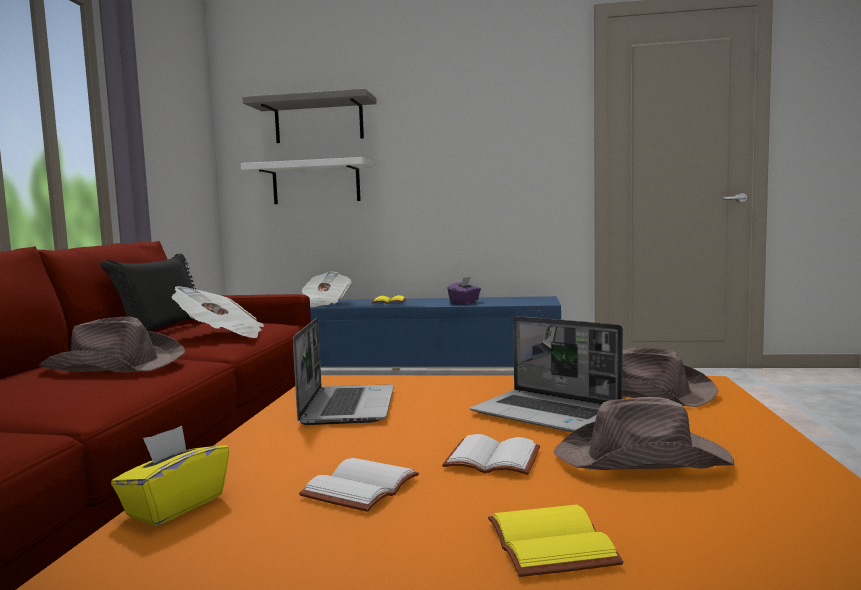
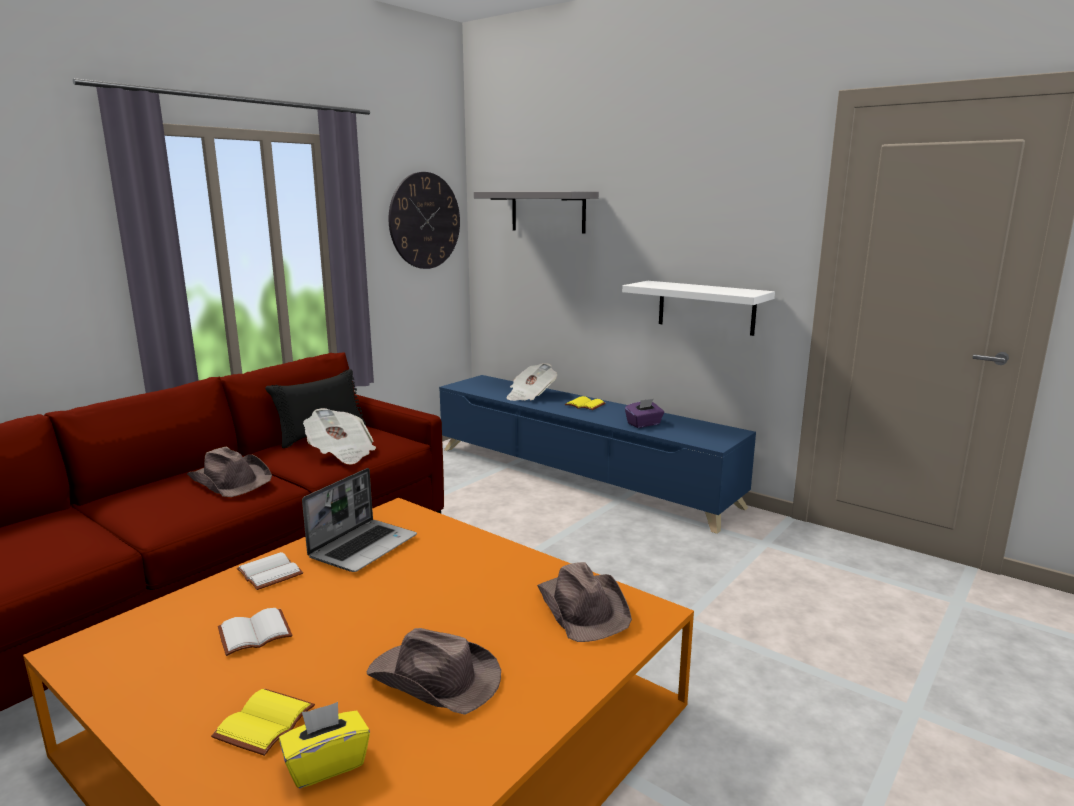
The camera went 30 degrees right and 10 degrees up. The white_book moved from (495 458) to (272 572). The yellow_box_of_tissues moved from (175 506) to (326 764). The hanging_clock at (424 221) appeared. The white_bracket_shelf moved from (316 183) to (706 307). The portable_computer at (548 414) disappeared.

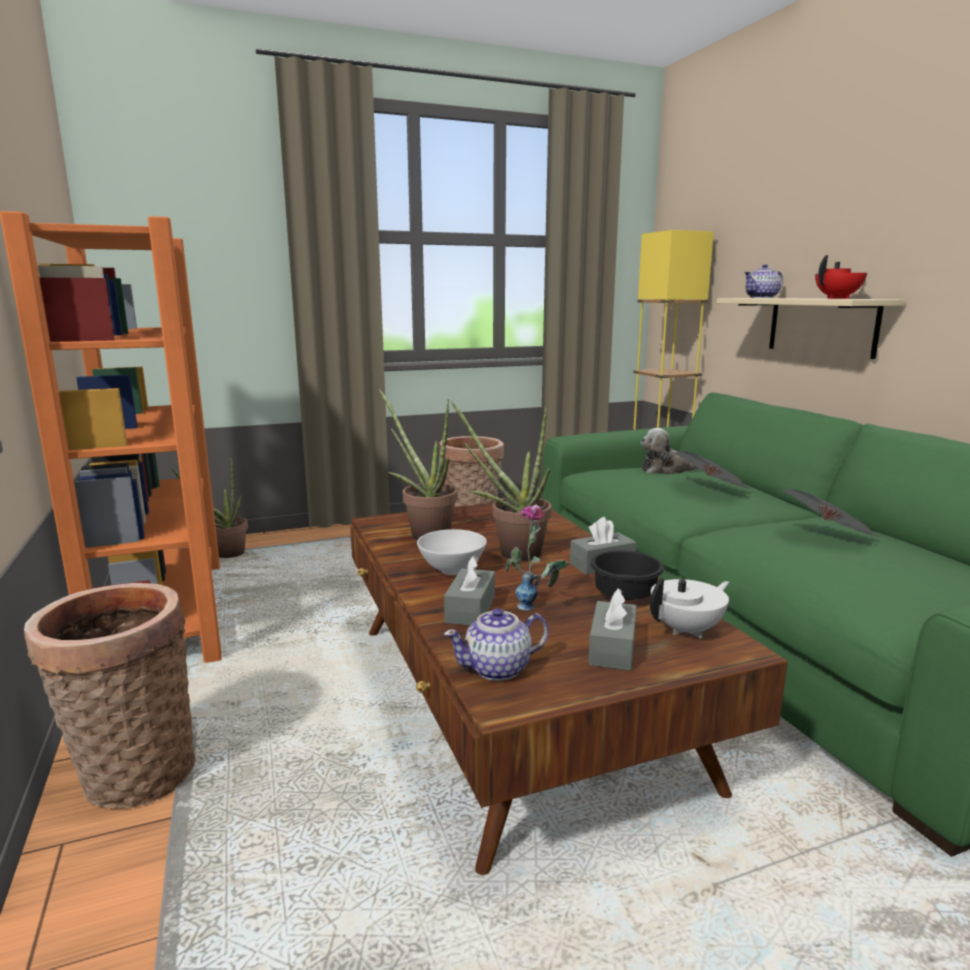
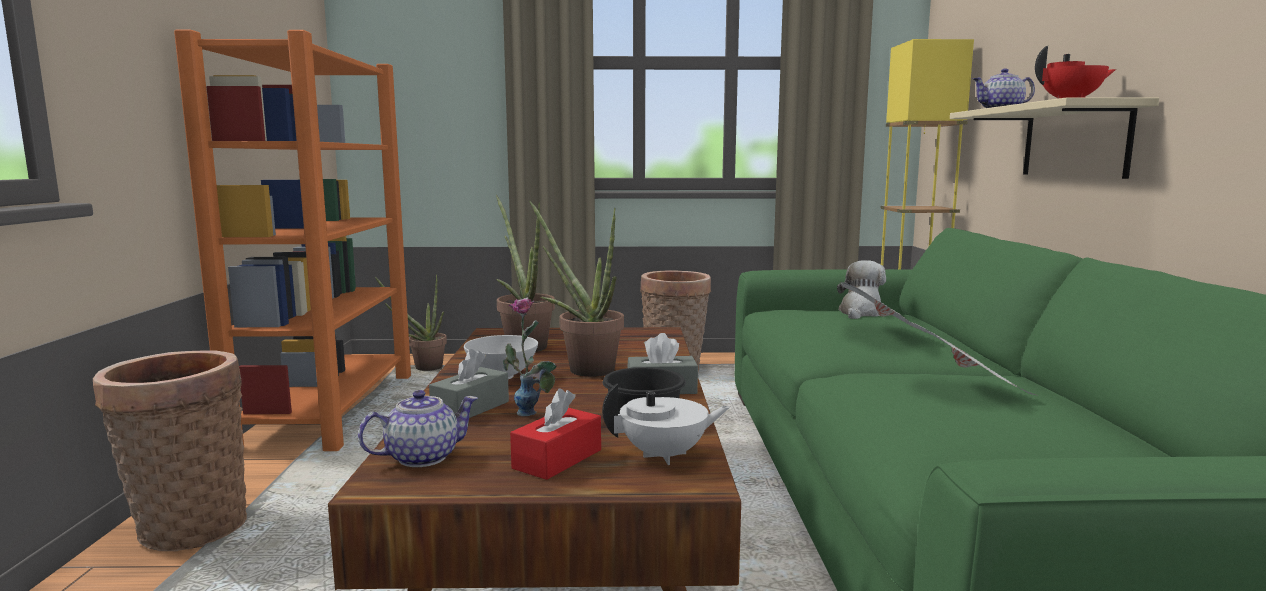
The camera went 20 degrees right and 5 degrees down. The pot_for_tea at (498 669) turned 150 degrees clockwise. The gray_box_of_tissues at (612 649) became the red-coloured_box_of_tissues at (557 459). The plush_toy at (666 470) turned 105 degrees clockwise.

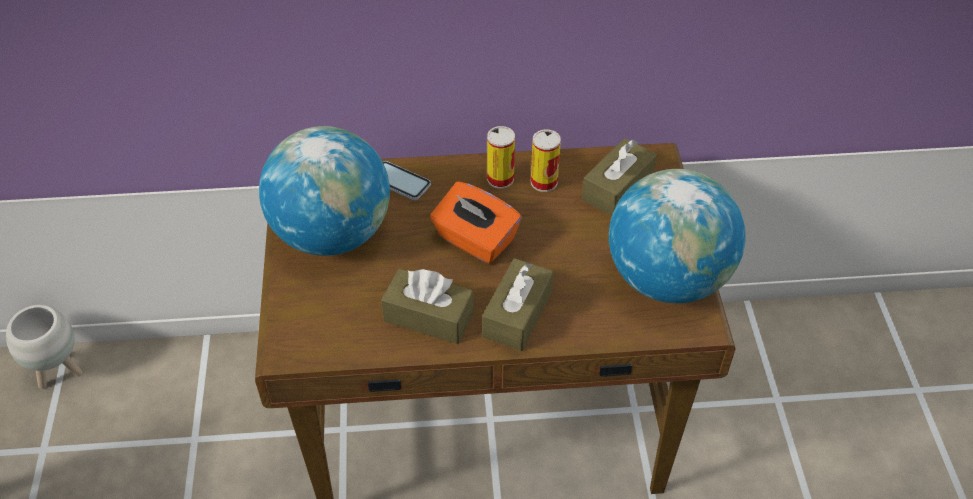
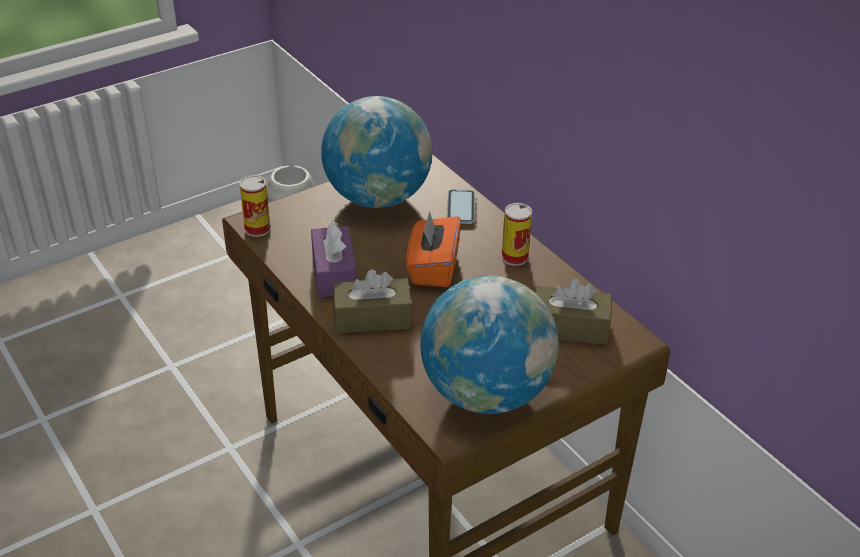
The camera went 60 degrees right and 10 degrees down. The metal_can moved from (544 182) to (257 229). The brownish_box_of_tissues at (428 317) became the purplish_box_of_tissues at (334 273).

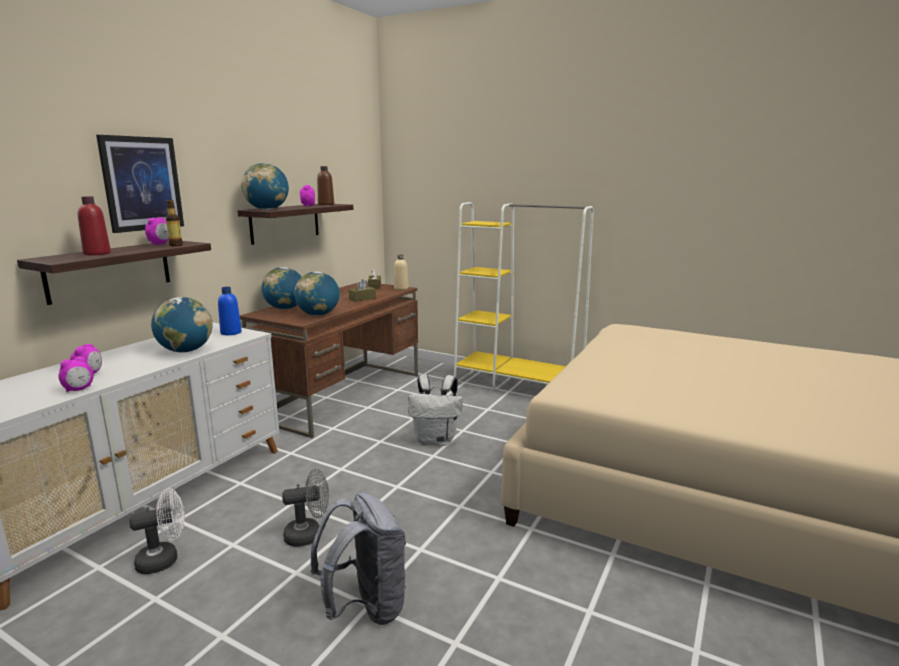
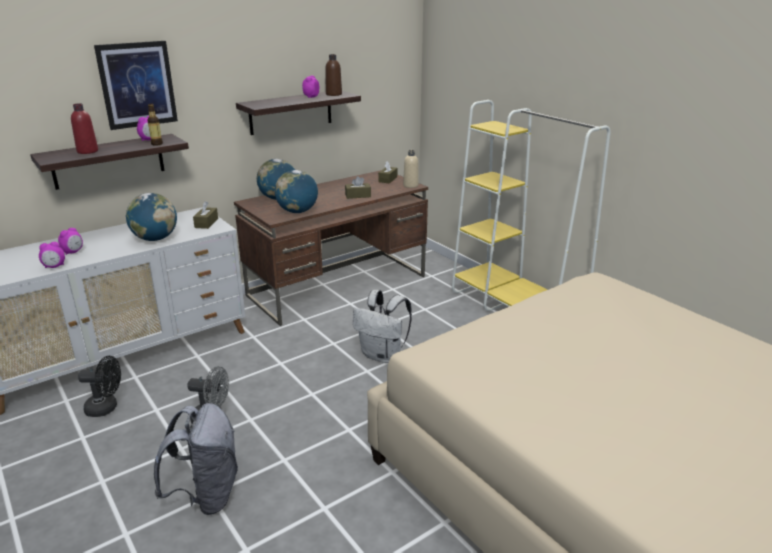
The camera went 25 degrees right and 10 degrees up. The white_cooling_fan at (164 559) became the black_cooling_fan at (106 408). The blue-coloured_beverage_bottle at (231 332) was replaced by the brownish_box_of_tissues at (206 223). The globe at (267 209) disappeared.

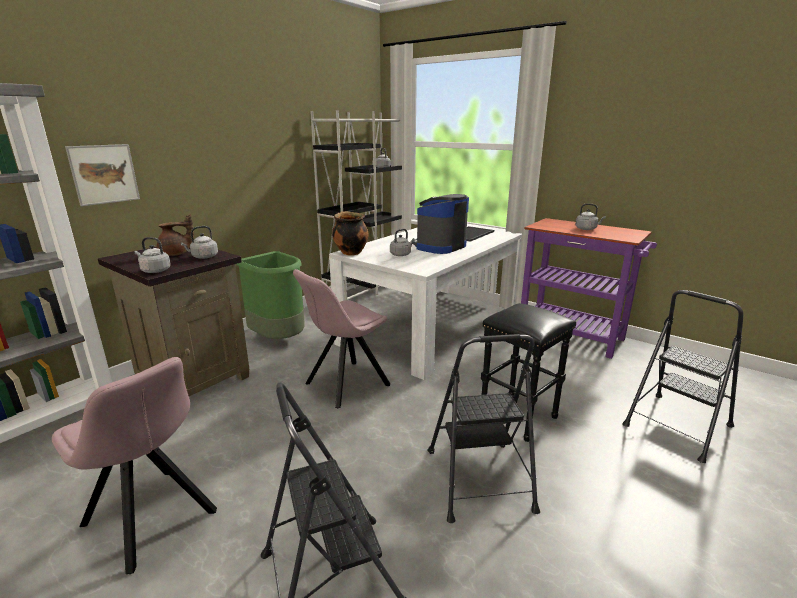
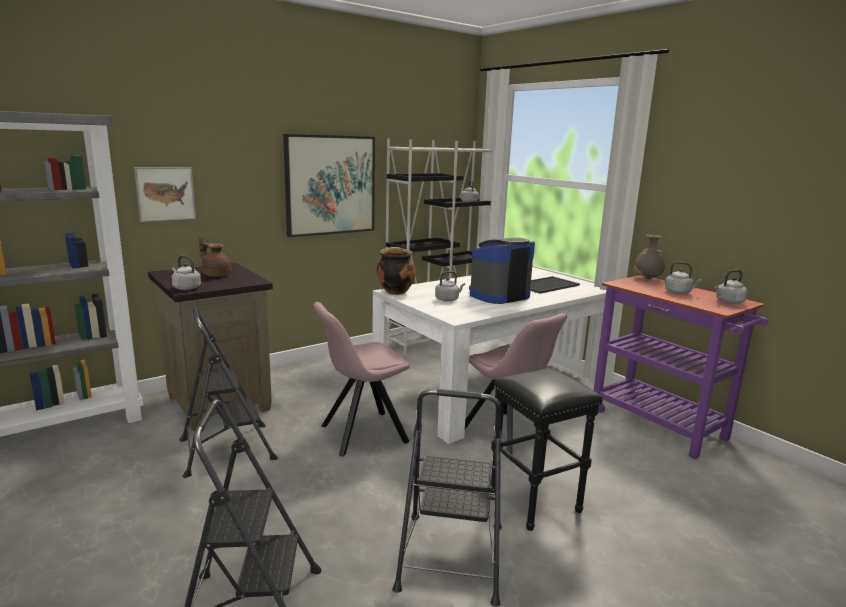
The camera went 15 degrees right and 5 degrees down. The black_step_ladder moved from (676 426) to (224 449). The brownish_pot_for_tea at (176 254) turned 135 degrees counterclockwise. The wall_picture at (330 185) appeared. The pinkish_plain_chair moved from (151 518) to (506 434). The gray_flower_vase at (647 279) appeared. The gray_water_kettle moved from (203 257) to (728 302). The green-coloured_rubbish_bin at (279 339) disappeared.

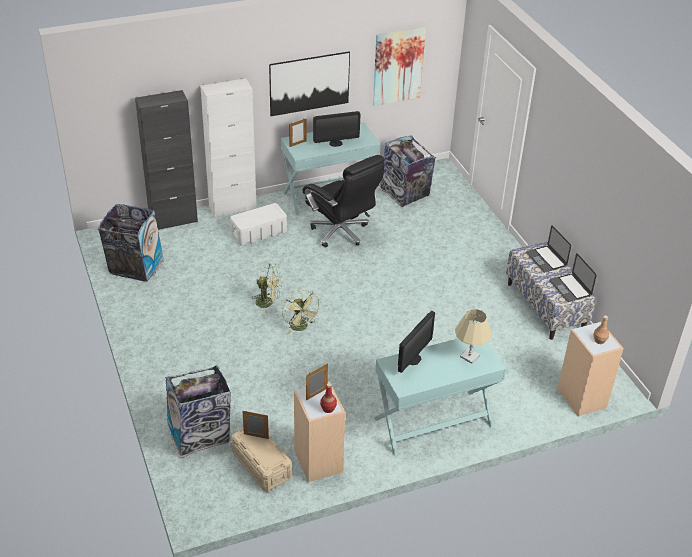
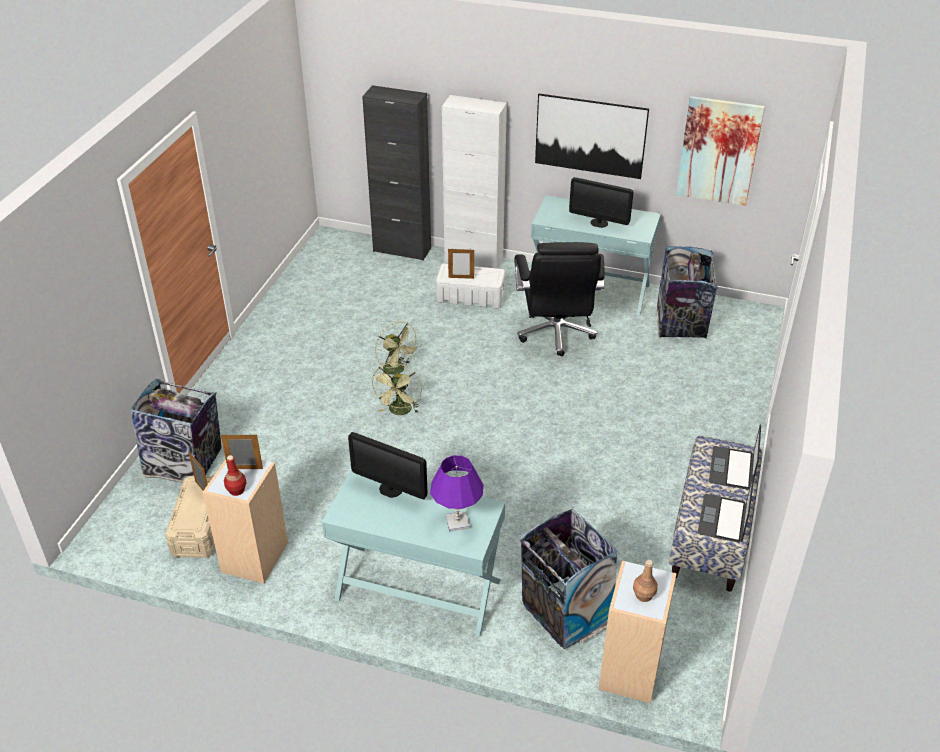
The camera went 40 degrees right and 0 degrees up. The computer_screen at (413 359) turned 45 degrees clockwise. The sand-coloured_lamp_for_a_table at (469 356) became the purplish_lamp_for_a_table at (457 522). The standing_frame moved from (297 144) to (461 278). The rubbish_bin moved from (135 267) to (565 611).

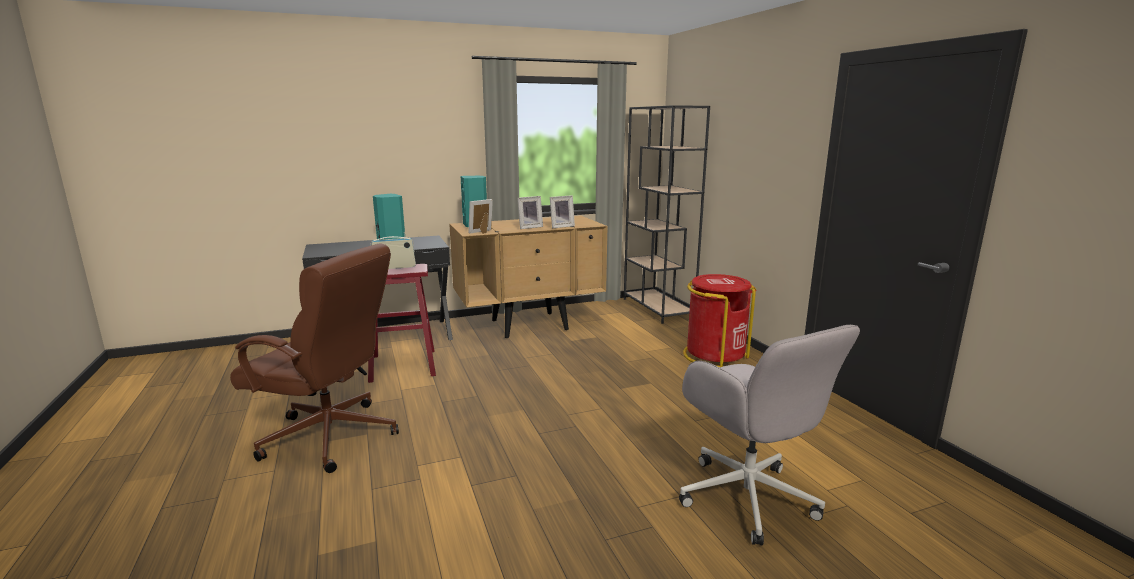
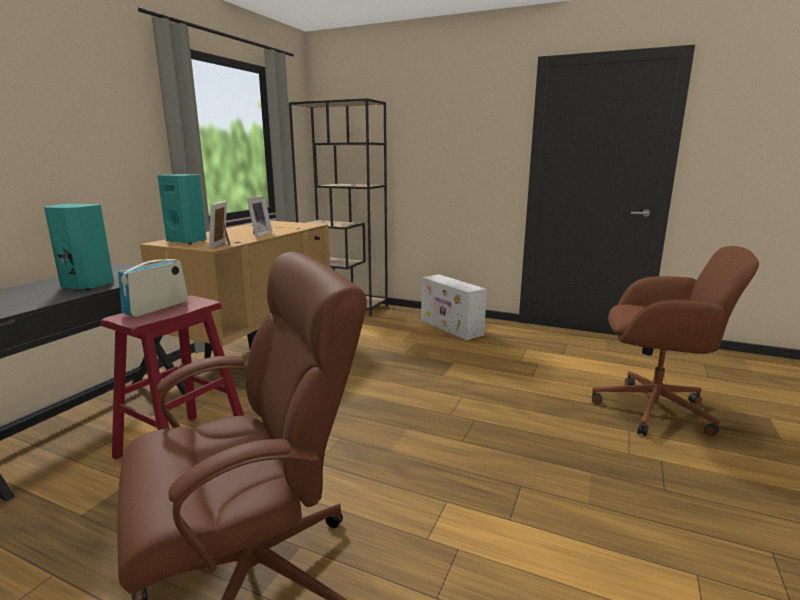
The camera went 45 degrees left and 0 degrees up. The red-coloured_rubbish_bin at (714 355) was replaced by the white_storage_bin at (452 327). The gray_desk_chair at (747 499) became the brownish_desk_chair at (654 411). The standing_frame at (561 226) disappeared.

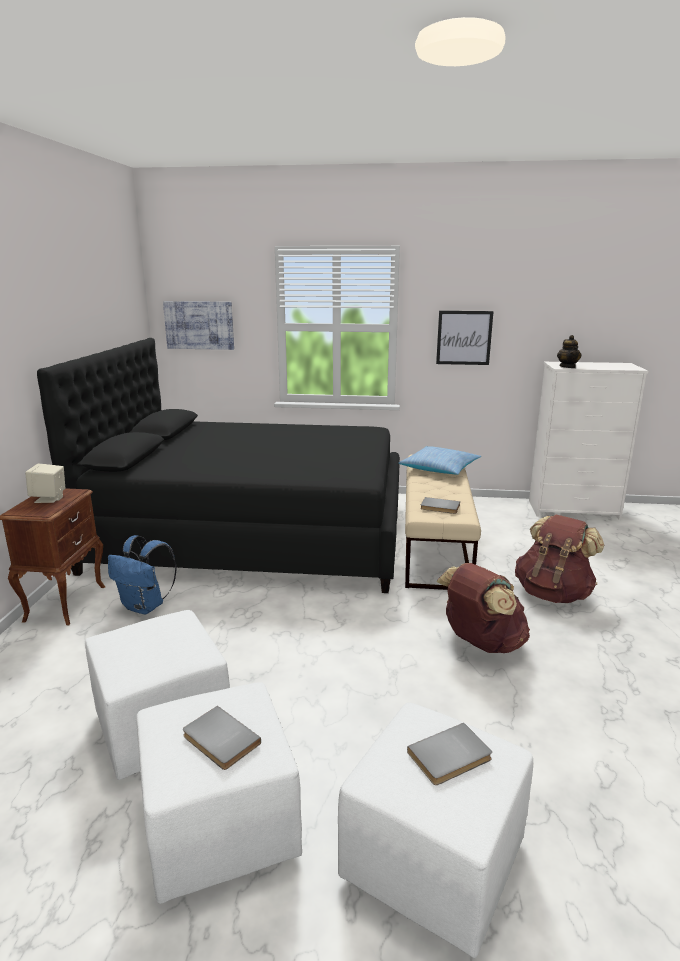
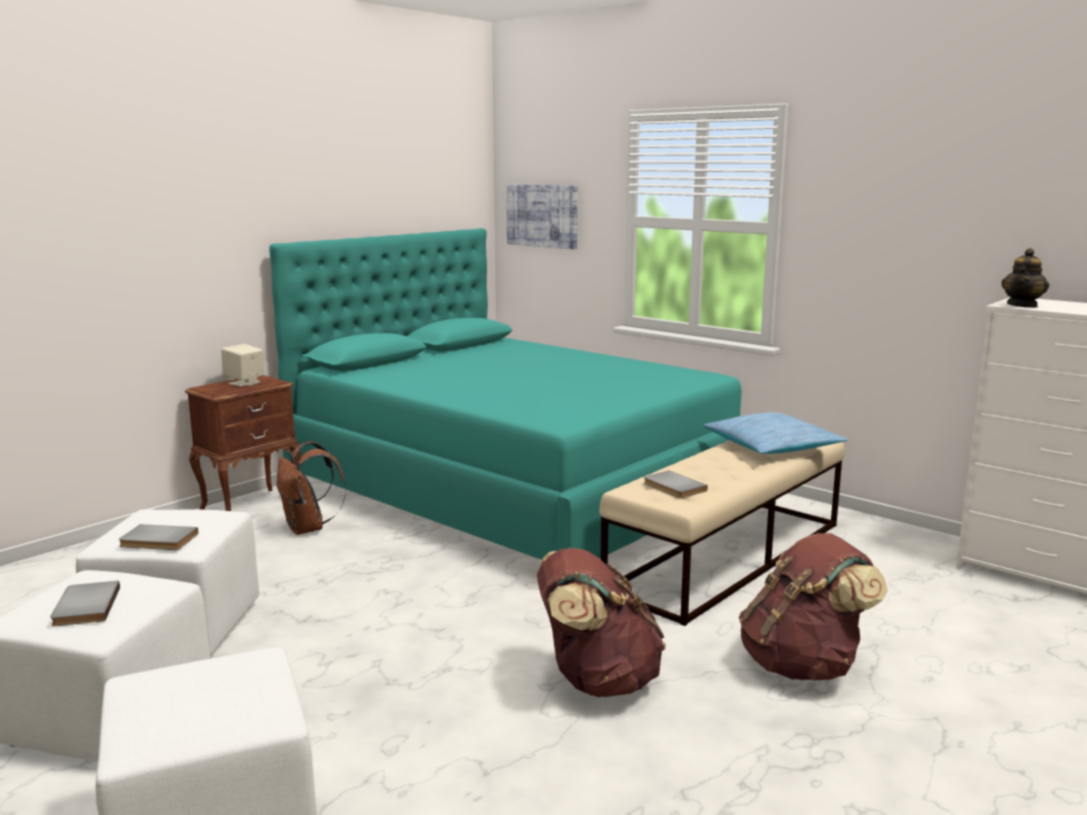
The camera went 35 degrees right and 5 degrees down. The gray_book moved from (451 757) to (157 541). The black_bedroom_bed at (255 533) became the turquoise-coloured_bedroom_bed at (515 490). The blue-coloured_rucksack at (145 606) became the brownish_rucksack at (308 528). The wall_picture at (464 337) disappeared.

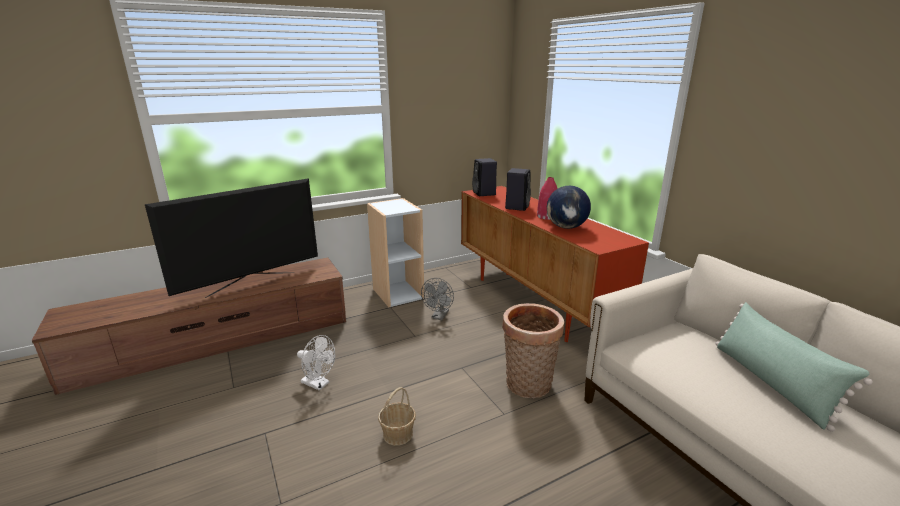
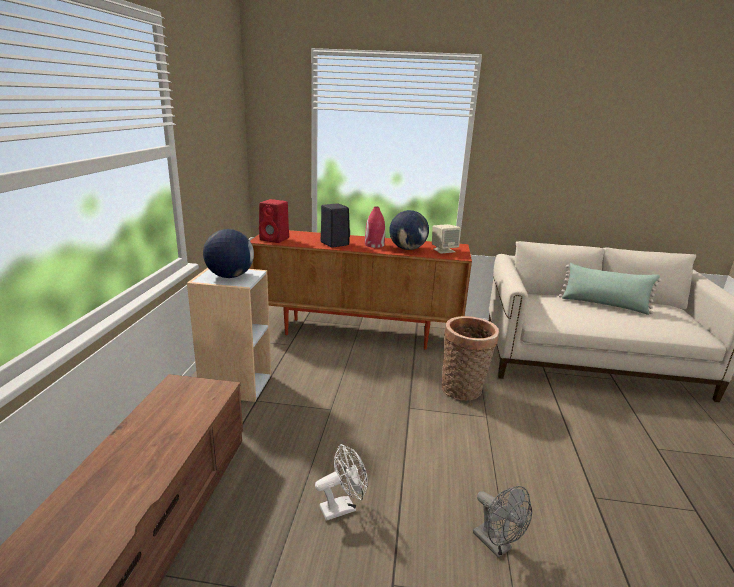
The camera went 55 degrees left and 0 degrees up. The globe at (230 276) appeared. The black_loudspeaker at (484 193) became the red-coloured_loudspeaker at (275 239). The sand-coloured_loudspeaker at (444 250) appeared. The gray_cooling_fan moved from (439 316) to (497 545). The TV_set at (251 284) disappeared. The storage_basket at (398 434) disappeared.

